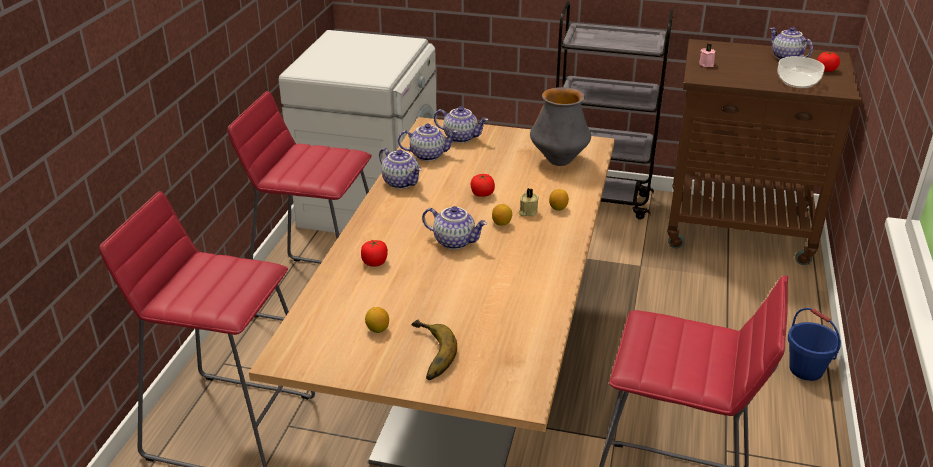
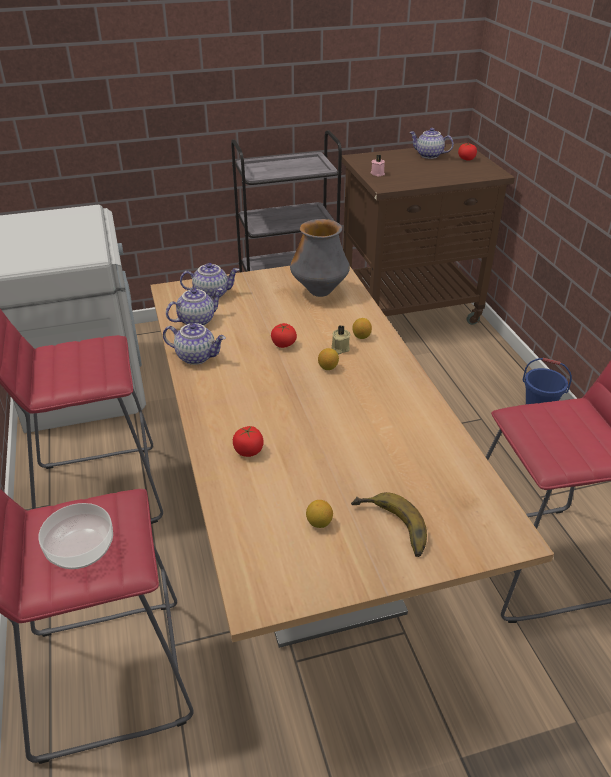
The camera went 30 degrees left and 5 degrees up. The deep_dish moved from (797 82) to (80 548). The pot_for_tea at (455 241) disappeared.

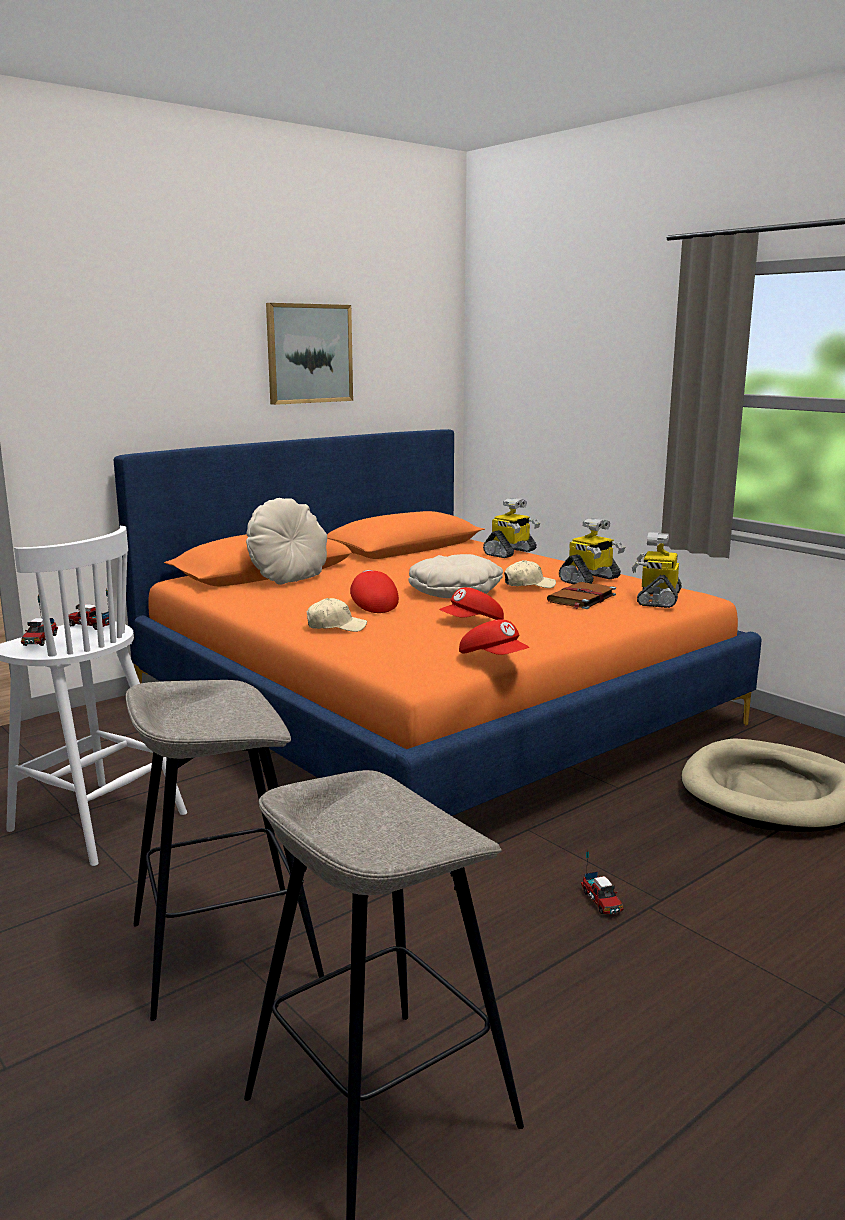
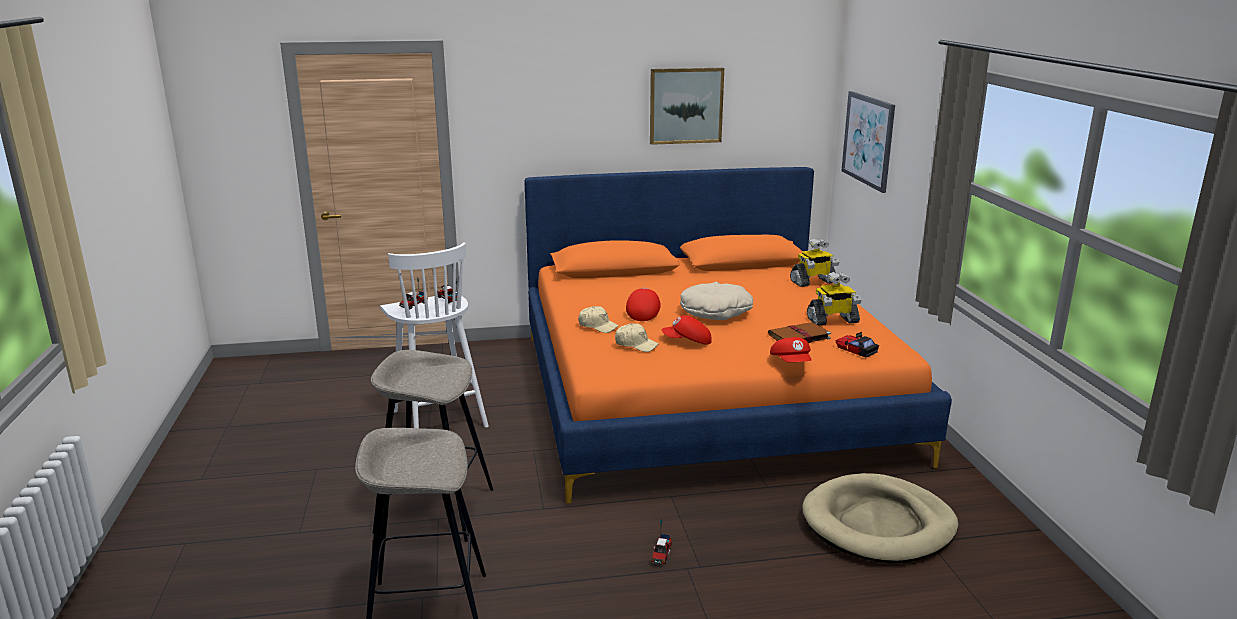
The camera went 30 degrees right and 5 degrees up. The sand-coloured_peaked_cap moved from (529 585) to (636 344). The red-coloured_peaked_cap moved from (494 658) to (791 363). The robot_figure at (657 599) was replaced by the toy_car at (856 349). The wall_picture at (868 140) appeared. The sand-coloured_cushion at (288 580) disappeared.

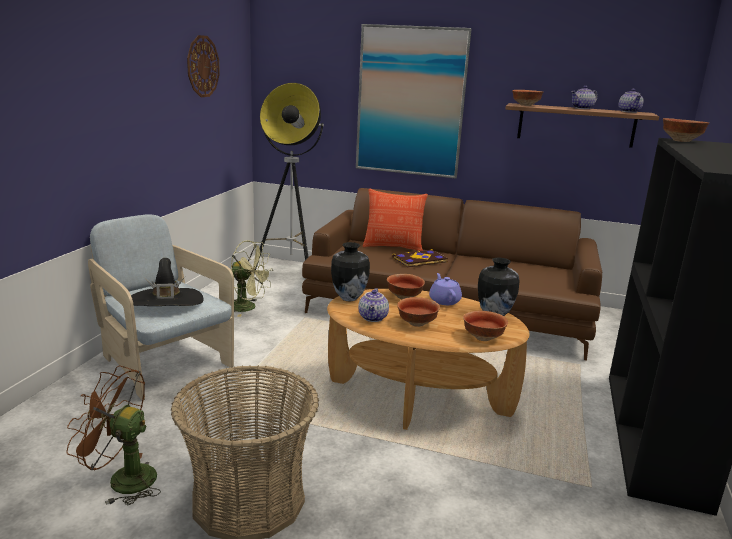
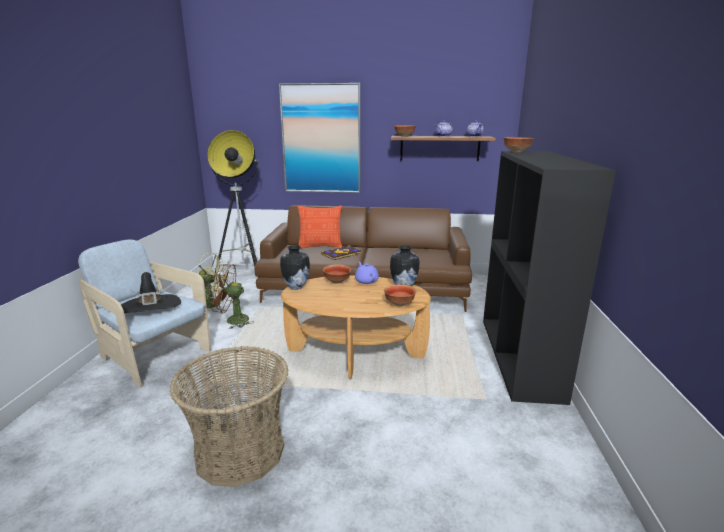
The camera went 10 degrees left and 0 degrees up. The brownish_cooling_fan moved from (122 479) to (232 320). The hanging_clock at (202 66) disappeared. The pot_for_tea at (373 318) disappeared. The deep_dish at (417 324) disappeared.

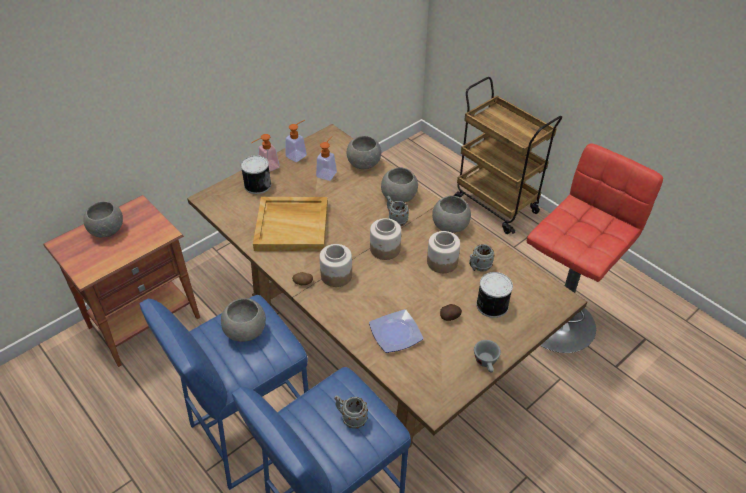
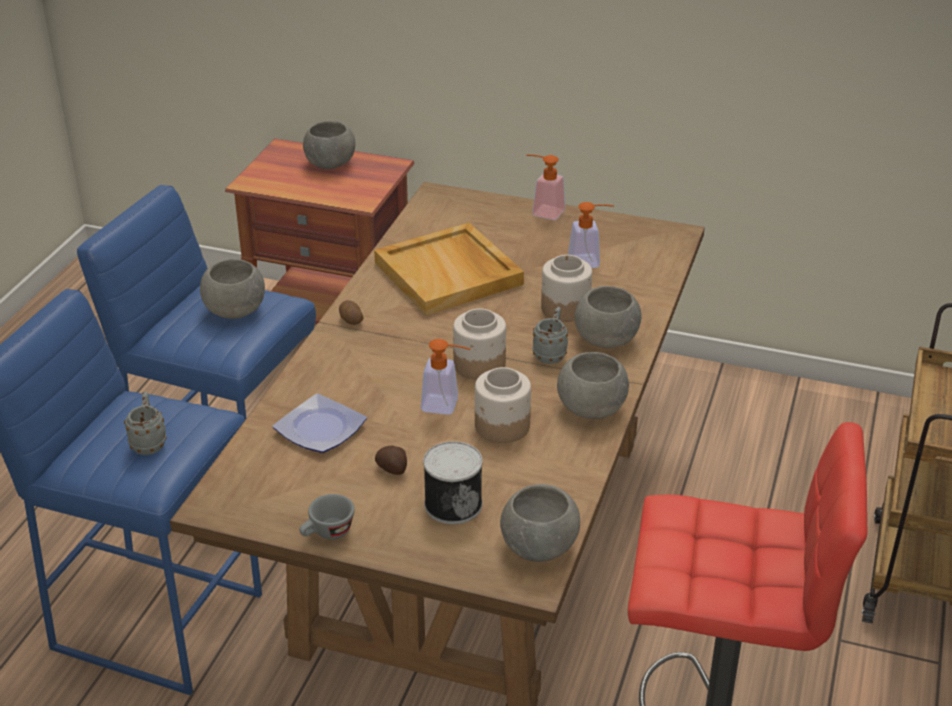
The camera went 60 degrees right and 10 degrees down. The liquid_soap_bottle moved from (298 154) to (447 405). The gray_deep_dish moved from (364 163) to (540 547). The preserve_jar moved from (336 275) to (565 308). The metal_can at (257 184) disappeared. The gray_mug at (478 267) disappeared.

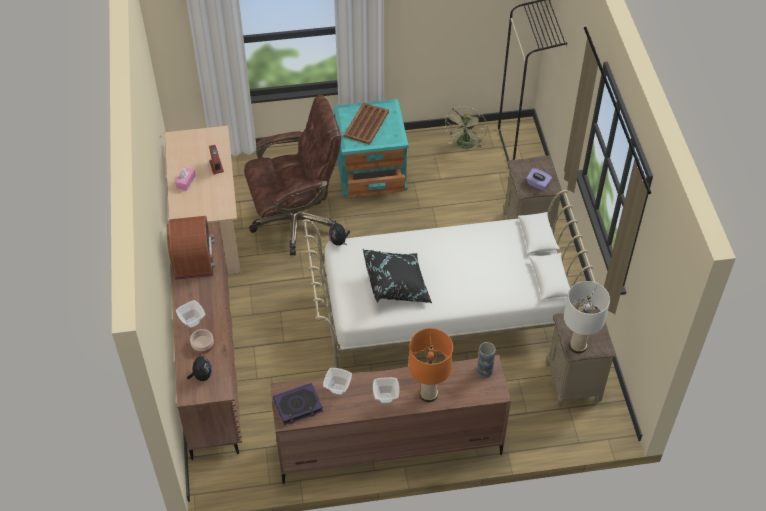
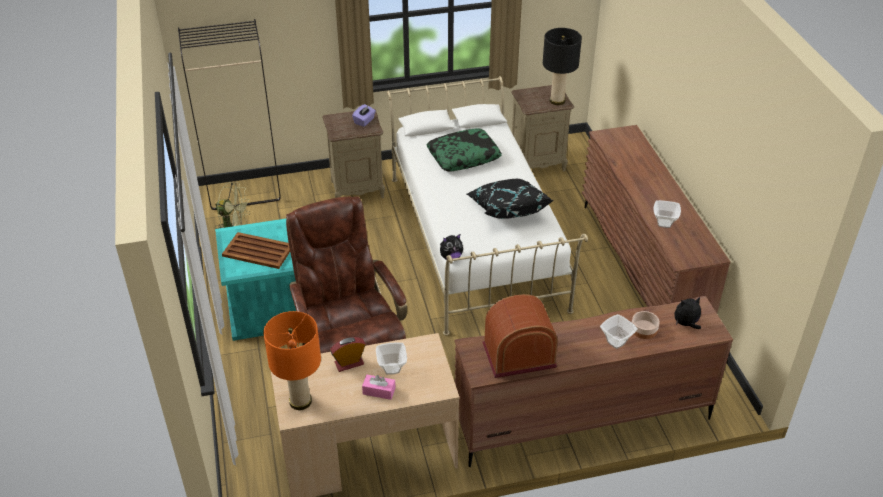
The camera went 95 degrees left and 10 degrees down. The orangey_lamp_for_a_table moved from (428 394) to (301 401). The deep_dish moved from (386 399) to (392 368). The cushion at (463 156) appeared. The white_lamp_for_a_table at (578 346) became the black_lamp_for_a_table at (557 100). The book at (298 406) disappeared. The flower_vase at (484 371) disappeared.

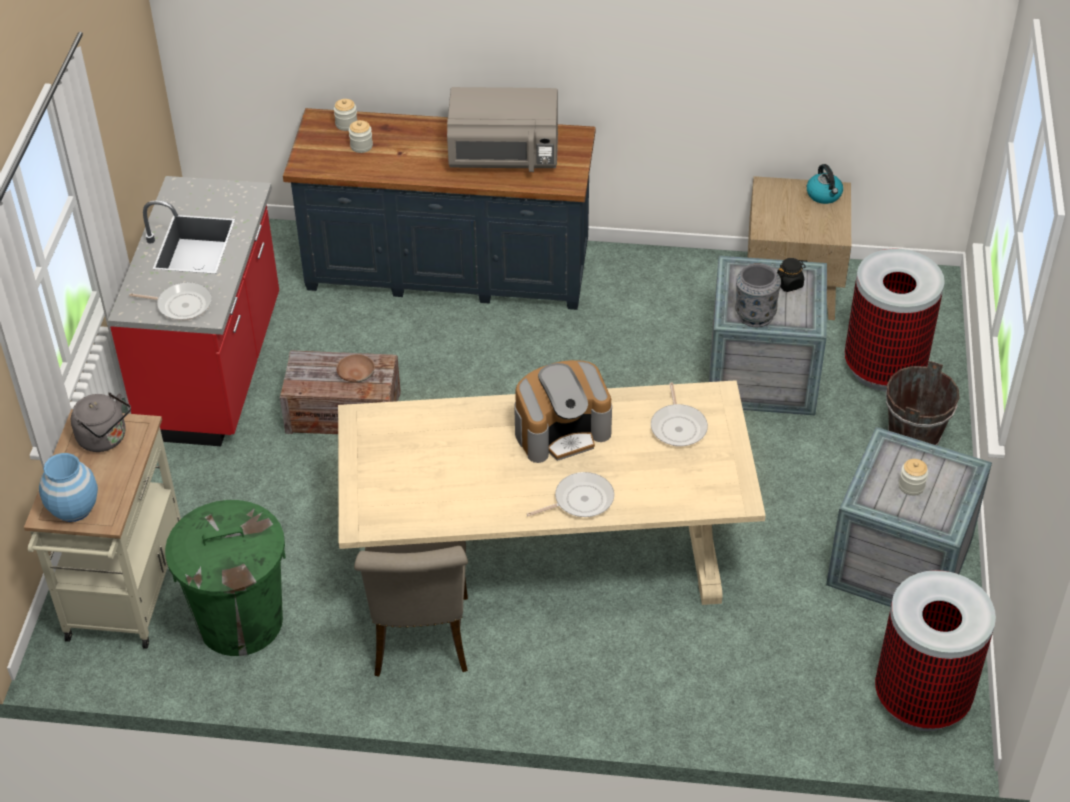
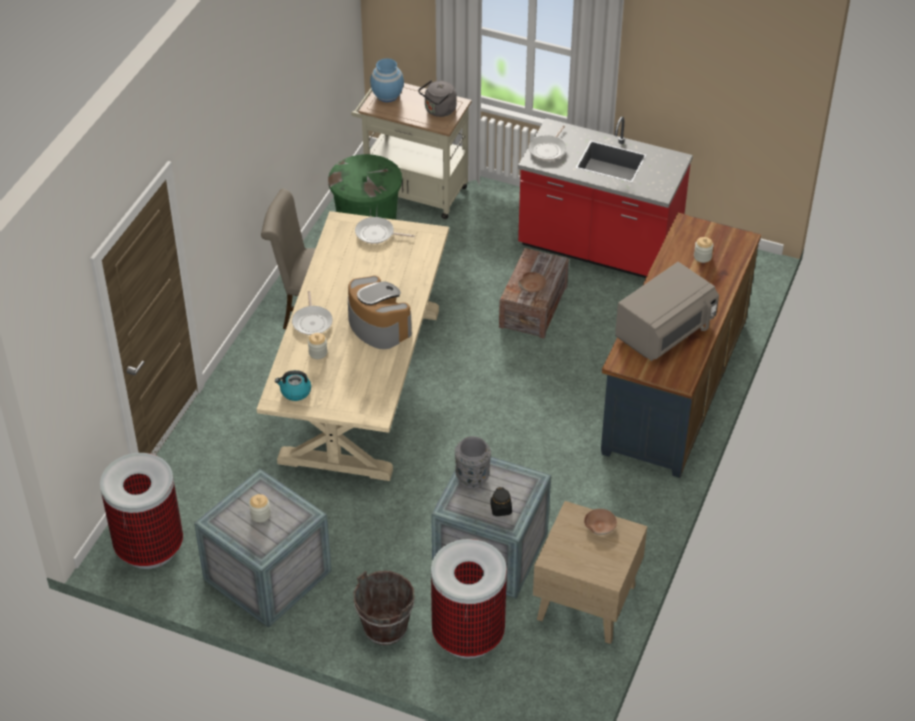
The camera went 105 degrees right and 0 degrees up. The water_kettle moved from (824 195) to (295 392). The preserve_jar moved from (346 124) to (318 353). The coffee_brewer at (562 431) turned 150 degrees clockwise. The pan moved from (678 426) to (377 234). The brownish_deep_dish at (599 525) appeared. The gray_kitchen_microwave at (504 157) turned 150 degrees counterclockwise.

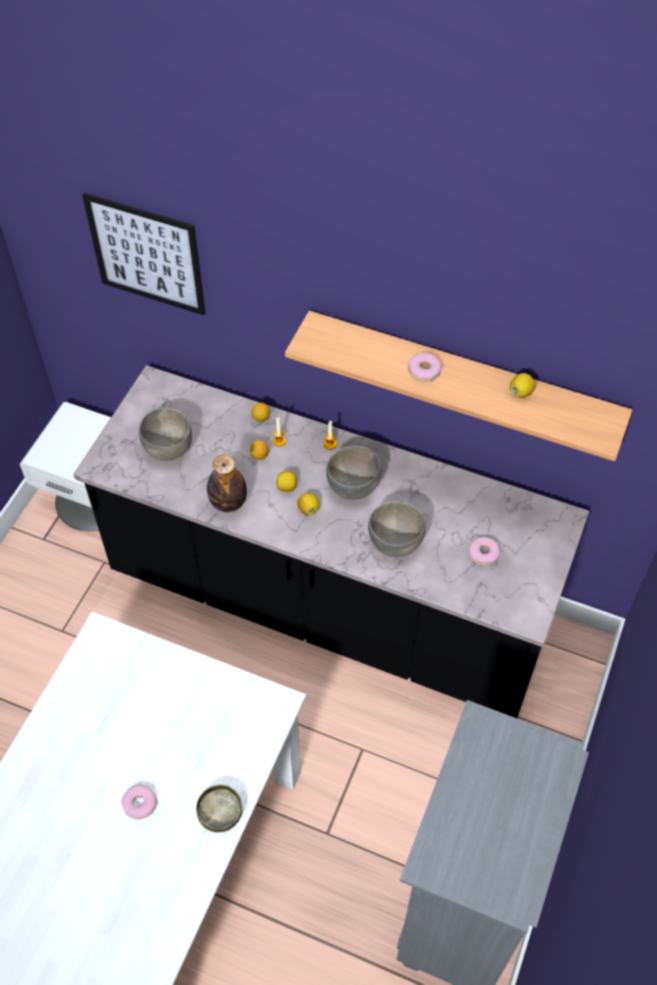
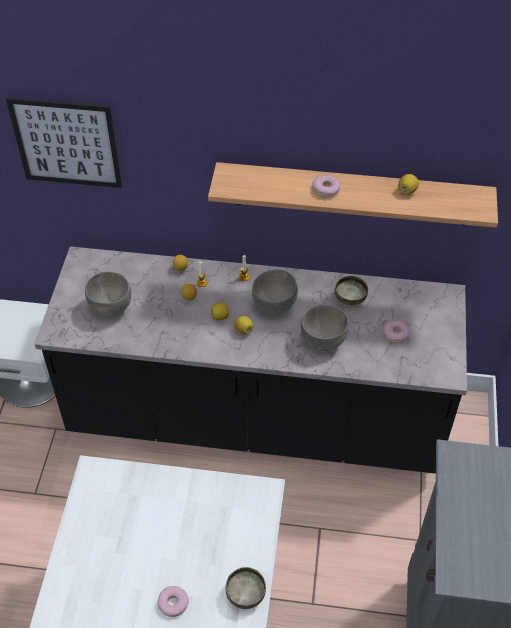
The camera went 15 degrees left and 5 degrees down. The deep_dish at (349 298) appeared. The beverage_bottle at (228 503) disappeared.

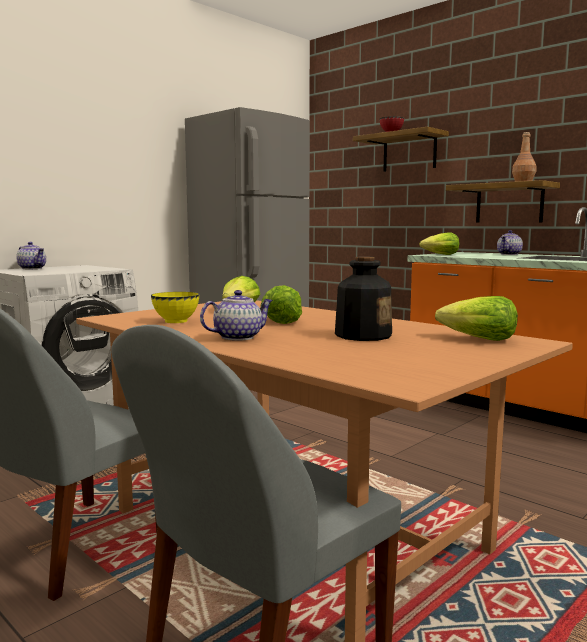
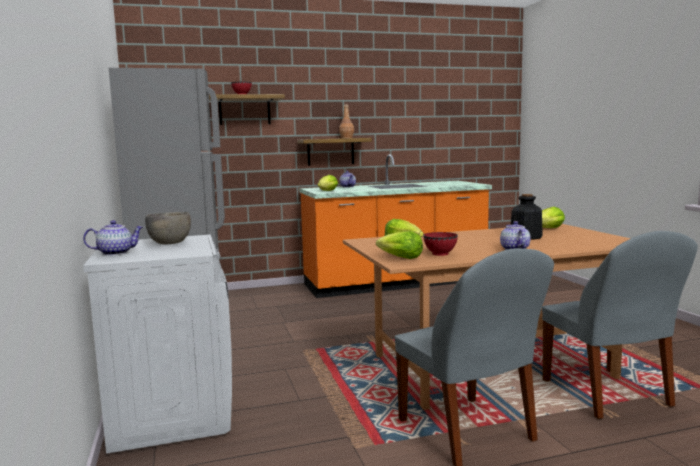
The camera went 60 degrees left and 0 degrees up. The gray_deep_dish at (170 243) appeared. The lettuce moved from (281 321) to (400 258). The yellow_deep_dish at (176 321) became the red-coloured_deep_dish at (440 254).

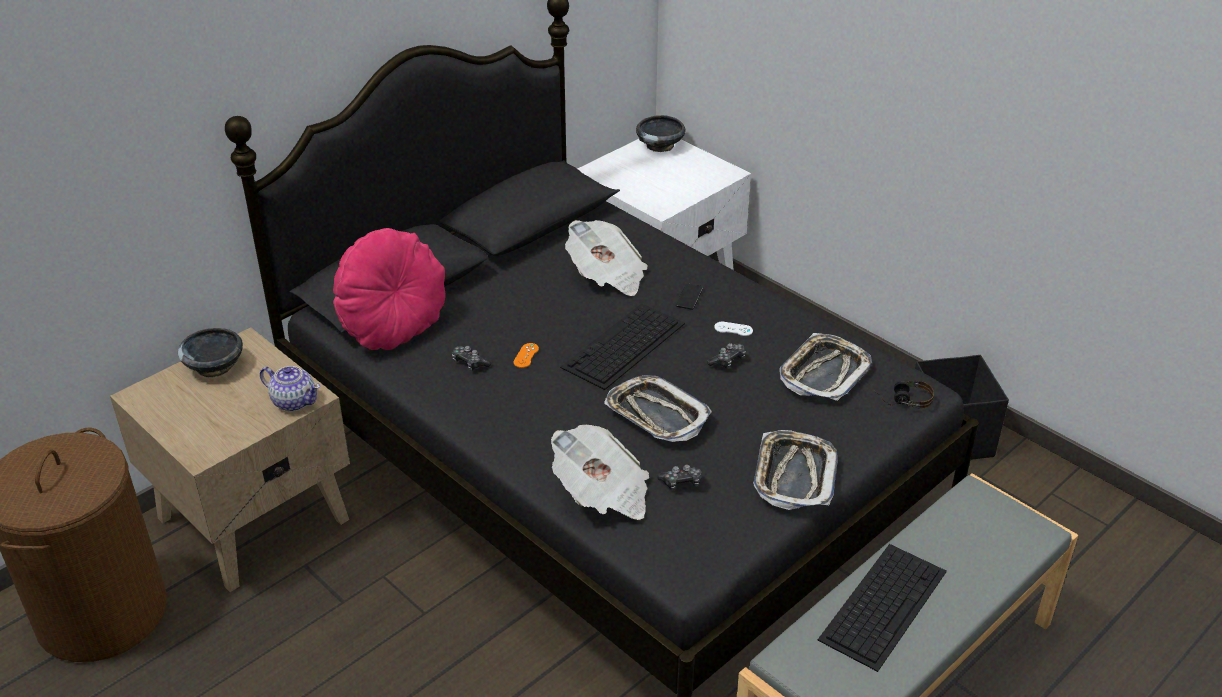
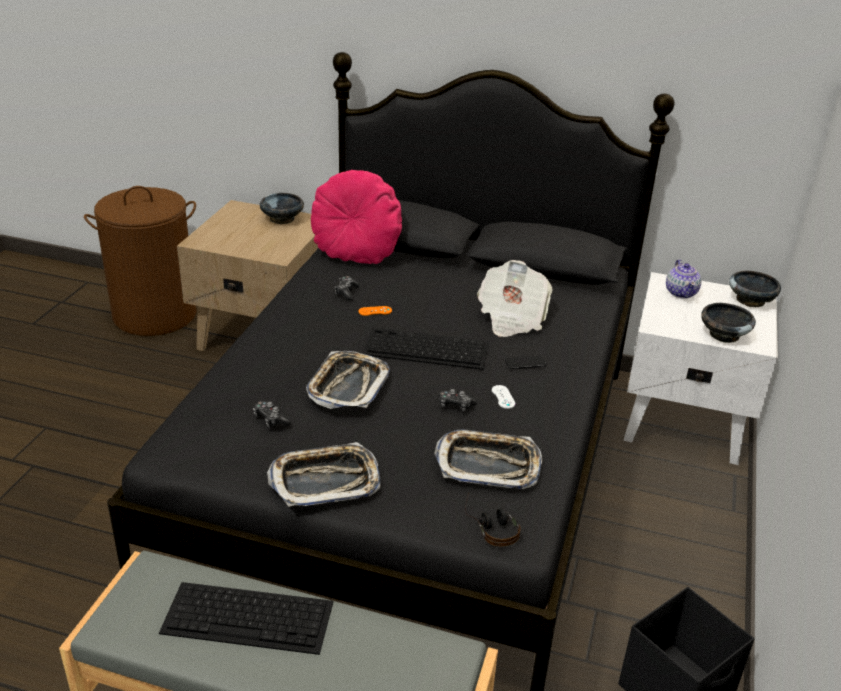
The camera went 60 degrees right and 5 degrees down. The pot_for_tea moved from (294 401) to (681 292). The black_deep_dish at (724 334) appeared. The daily_paper at (602 493) disappeared.

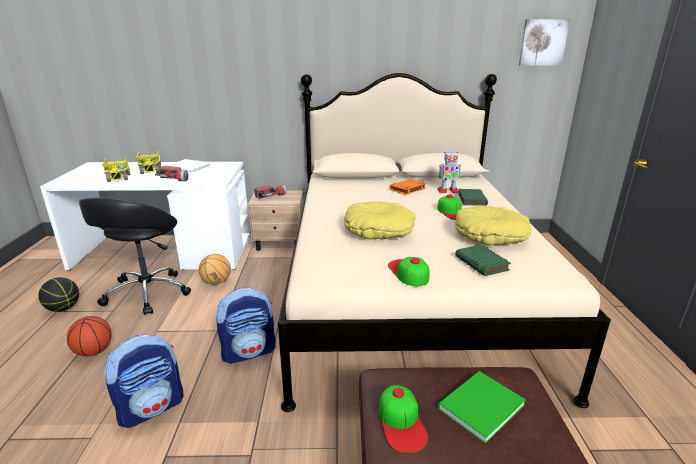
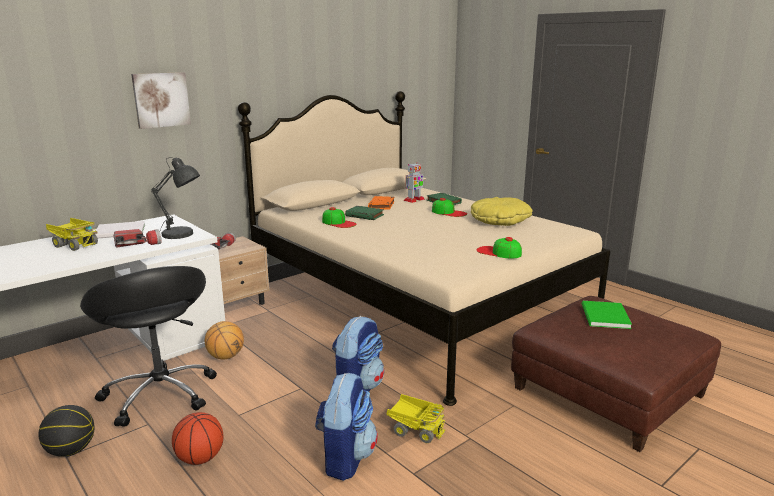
The camera went 40 degrees left and 5 degrees down. The wall_picture moved from (543 42) to (161 100). The gray_lamp_for_a_table at (181 235) appeared. The peaked_cap moved from (401 422) to (338 223). The green-coloured_book moved from (482 263) to (365 215). The toy_lorry moved from (118 177) to (415 430). The yellow_cushion at (379 230) disappeared.

